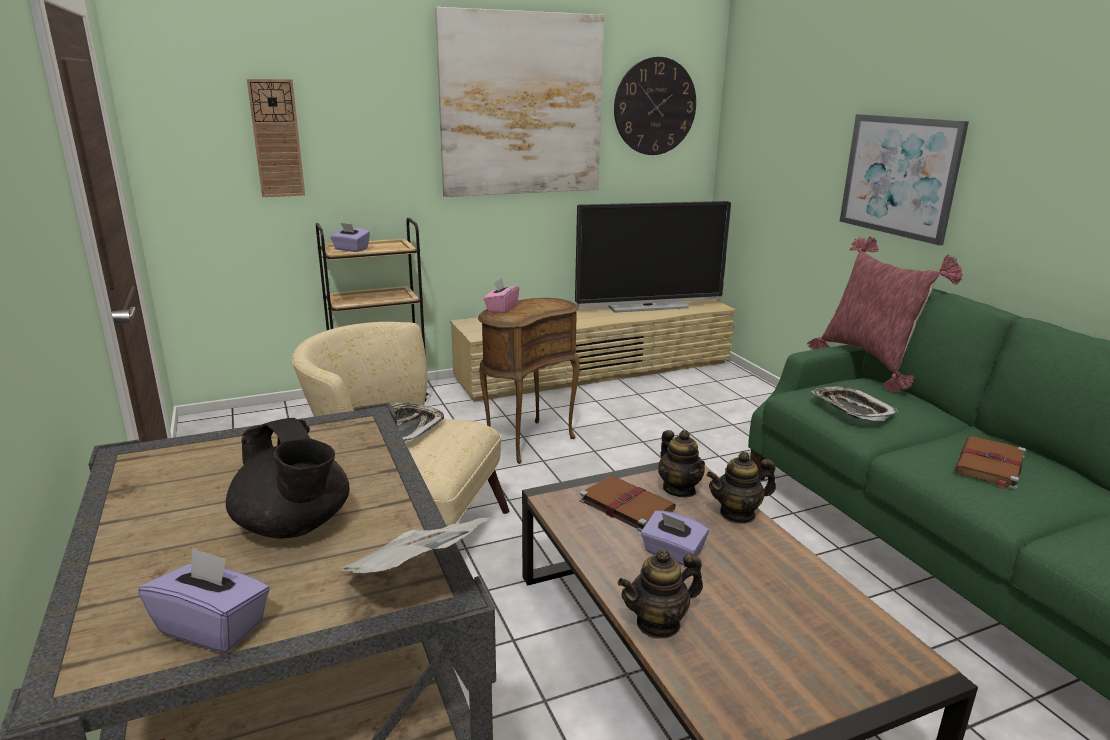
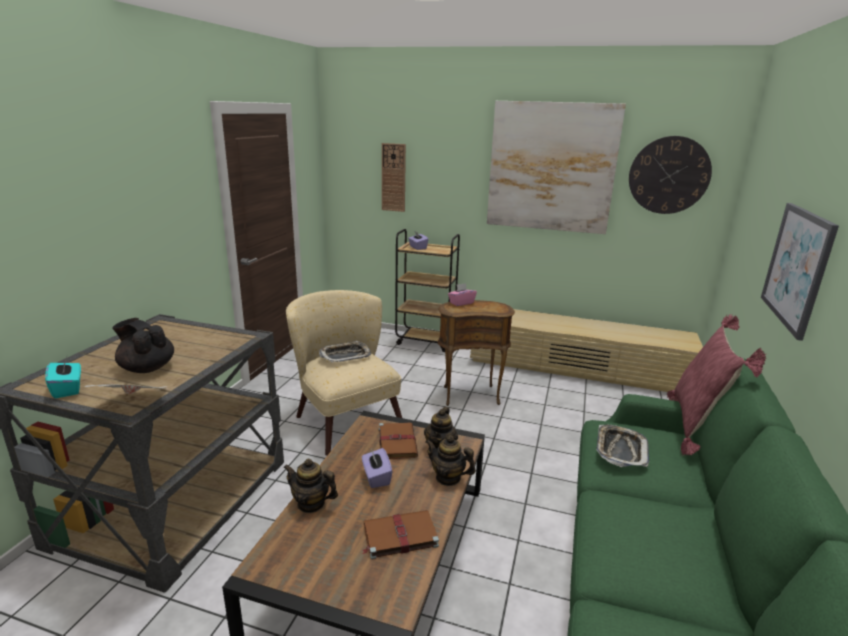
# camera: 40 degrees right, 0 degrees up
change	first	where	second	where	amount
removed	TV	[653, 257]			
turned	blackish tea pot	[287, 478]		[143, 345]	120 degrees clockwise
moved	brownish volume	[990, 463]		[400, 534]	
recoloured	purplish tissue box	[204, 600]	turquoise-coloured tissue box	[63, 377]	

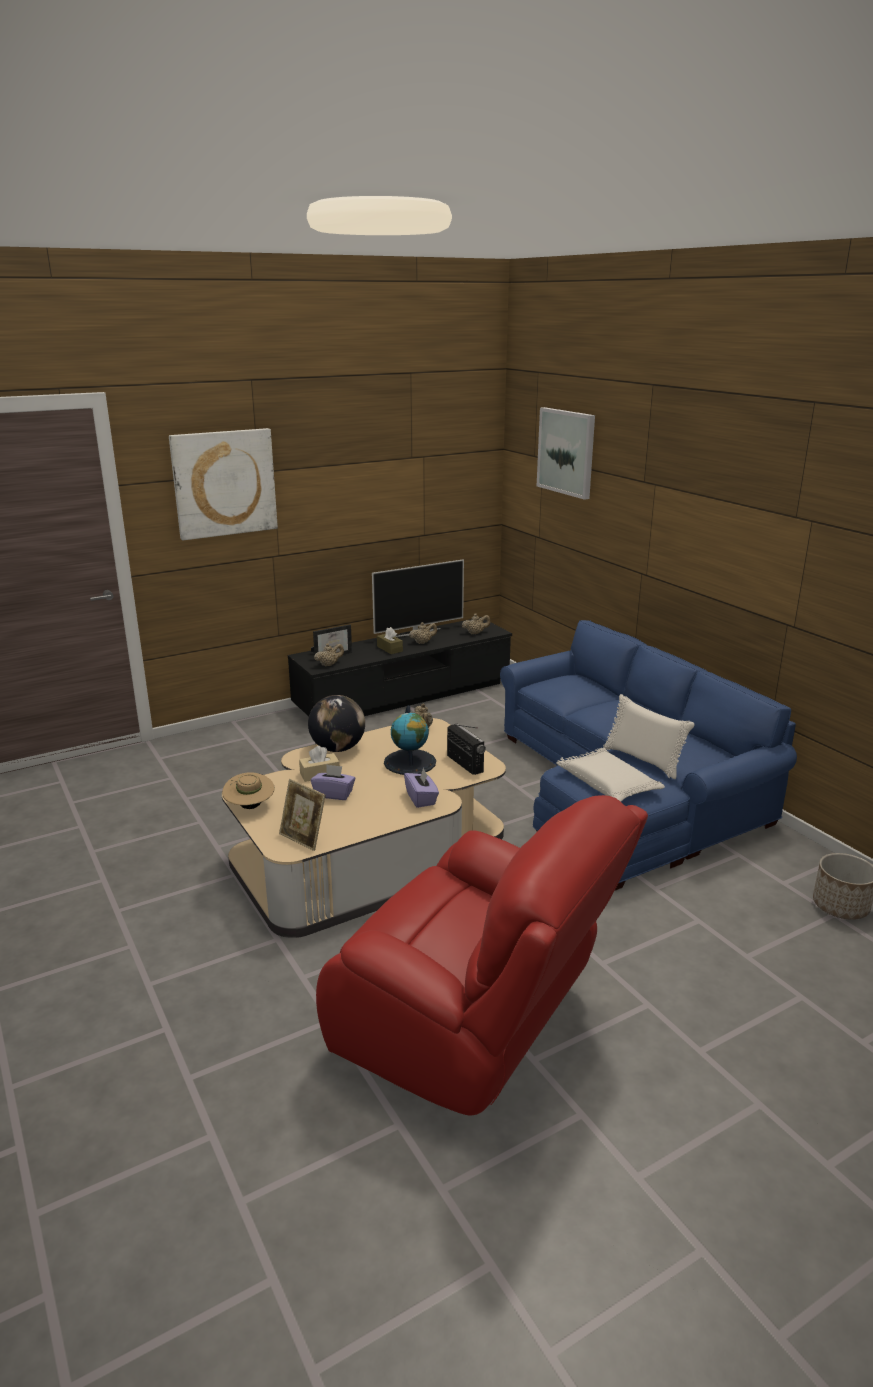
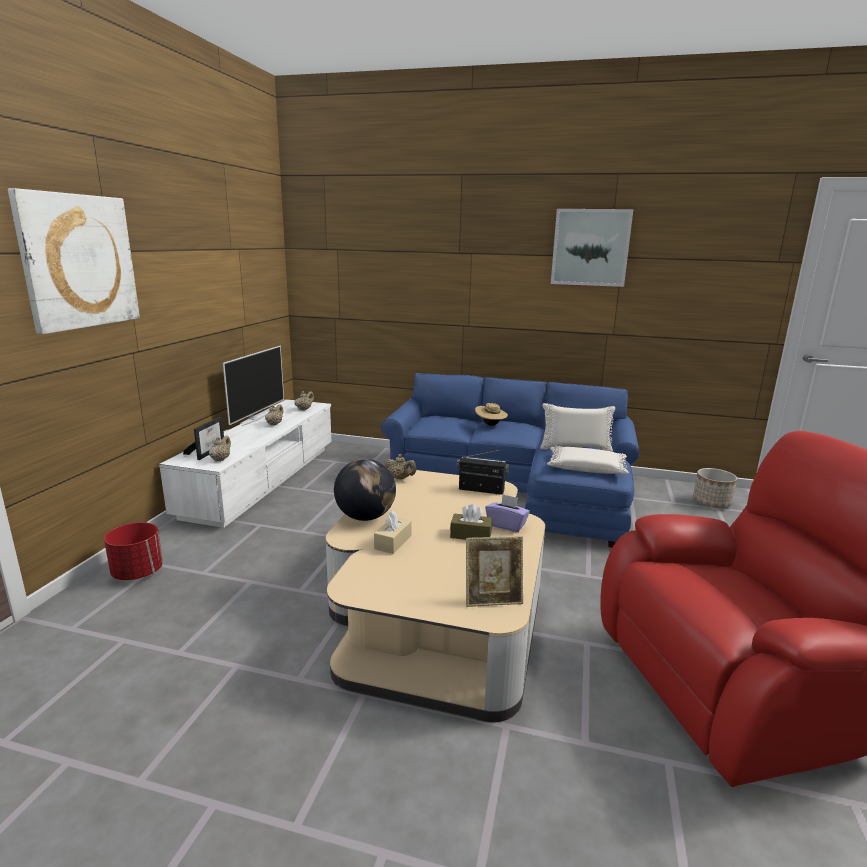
# camera: 45 degrees left, 5 degrees down
change	first	where	second	where	amount
moved	picture	[566, 453]		[592, 248]	
recoloured	blackish tv stand	[400, 666]	white-coloured tv stand	[245, 463]	
moved	brownish tissue box	[390, 640]		[471, 522]	
removed	desk globe	[410, 740]			
removed	purplish tissue box	[333, 782]			
moved	beige-coloured wearable hat	[248, 790]		[491, 414]	
added			reddish planter	[133, 551]	

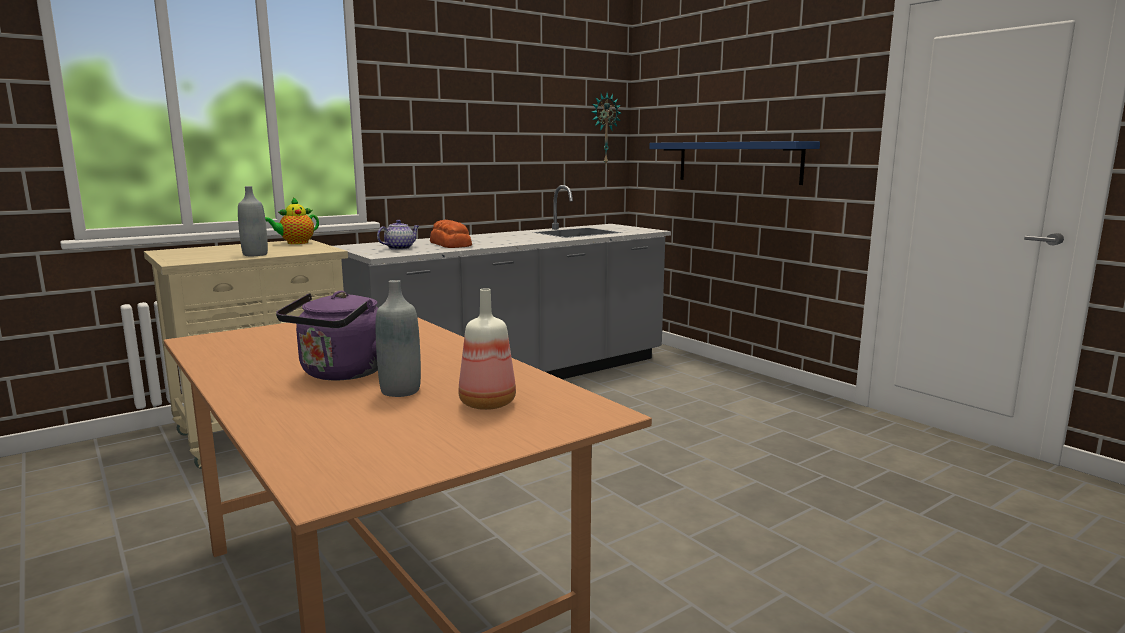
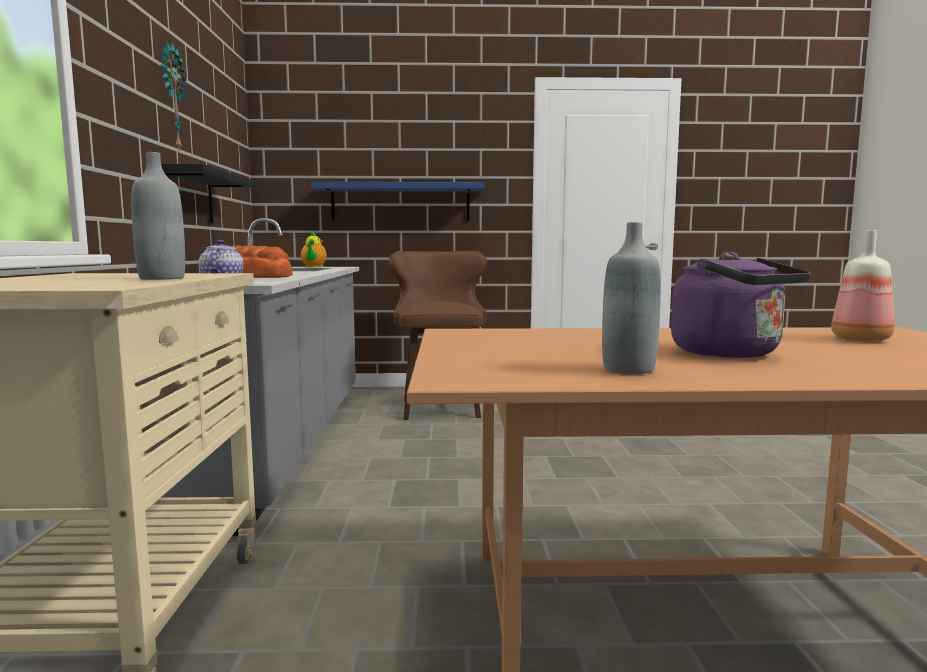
# camera: 55 degrees left, 5 degrees down
change	first	where	second	where	amount
moved	hanging clock	[606, 128]		[173, 95]	
moved	tea pot	[292, 220]		[314, 248]	
moved	grey beverage bottle	[398, 338]		[631, 298]	
added			blackish shelf	[208, 193]	
added			brownish stool	[438, 335]	

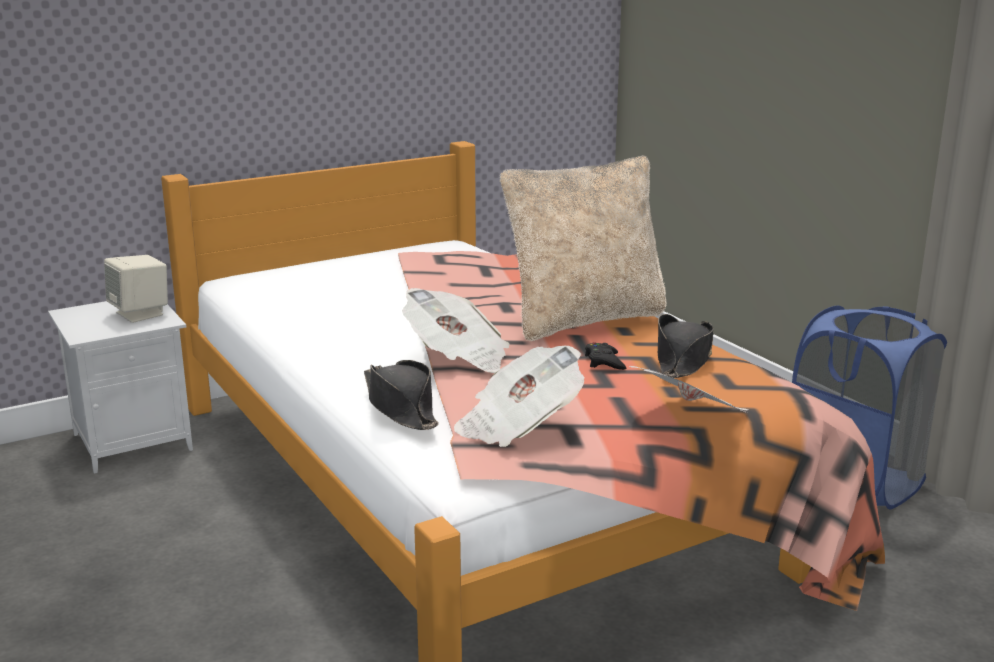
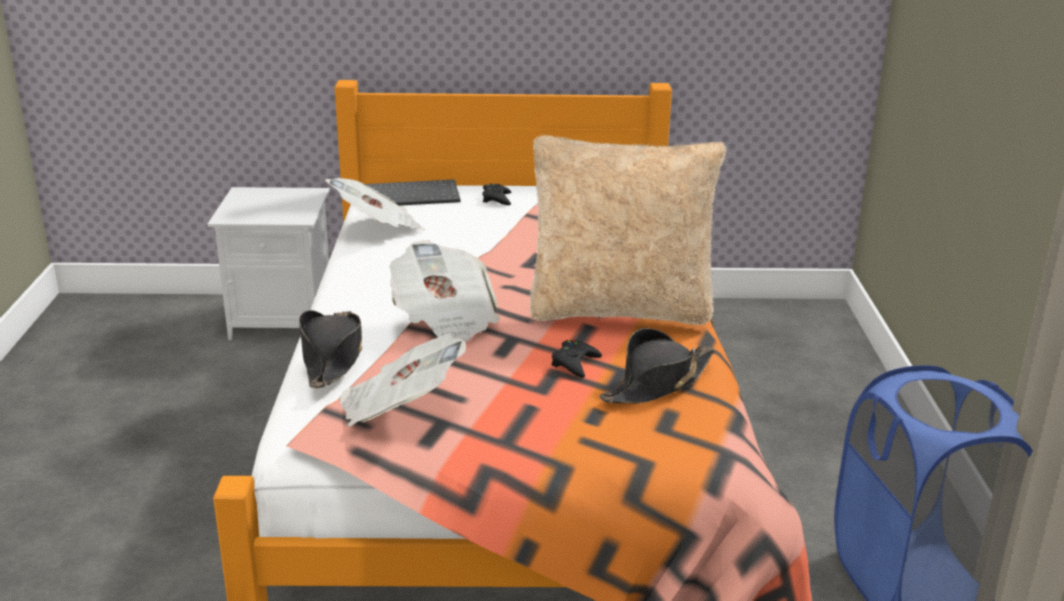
# camera: 30 degrees right, 5 degrees up
change	first	where	second	where	amount
removed	beige-coloured audio speaker	[136, 289]			
moved	daily paper	[689, 389]		[375, 204]	
added			keyboard	[412, 192]	
added			blackish game controller	[496, 194]	

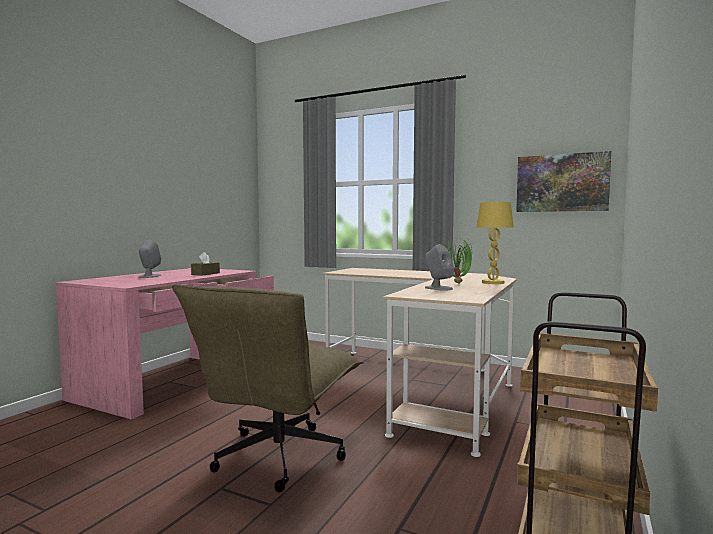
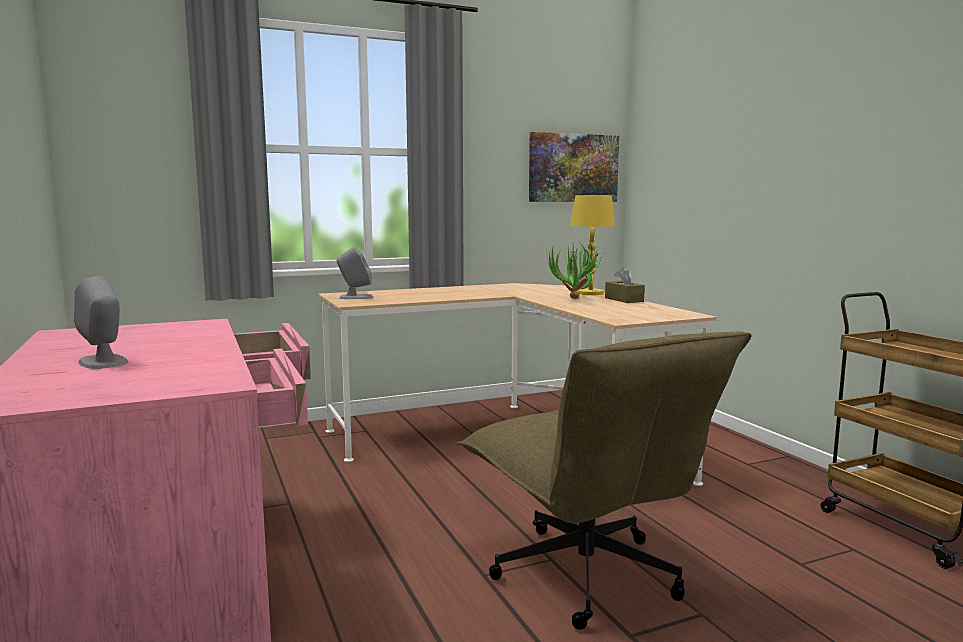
# camera: 50 degrees left, 5 degrees up
change	first	where	second	where	amount
moved	grey audio speaker	[439, 267]		[355, 273]	
moved	brownish tissue box	[205, 264]		[625, 285]	

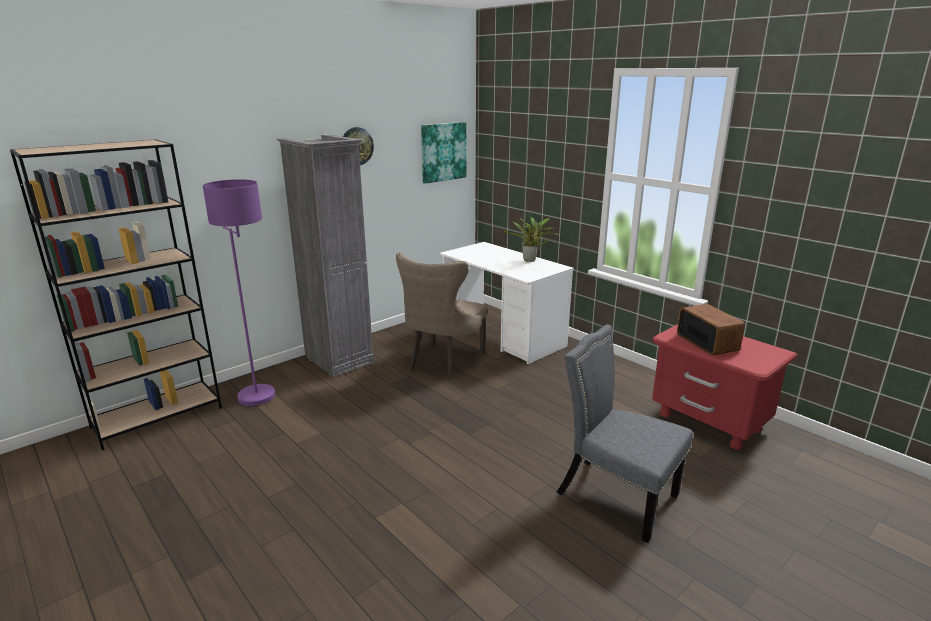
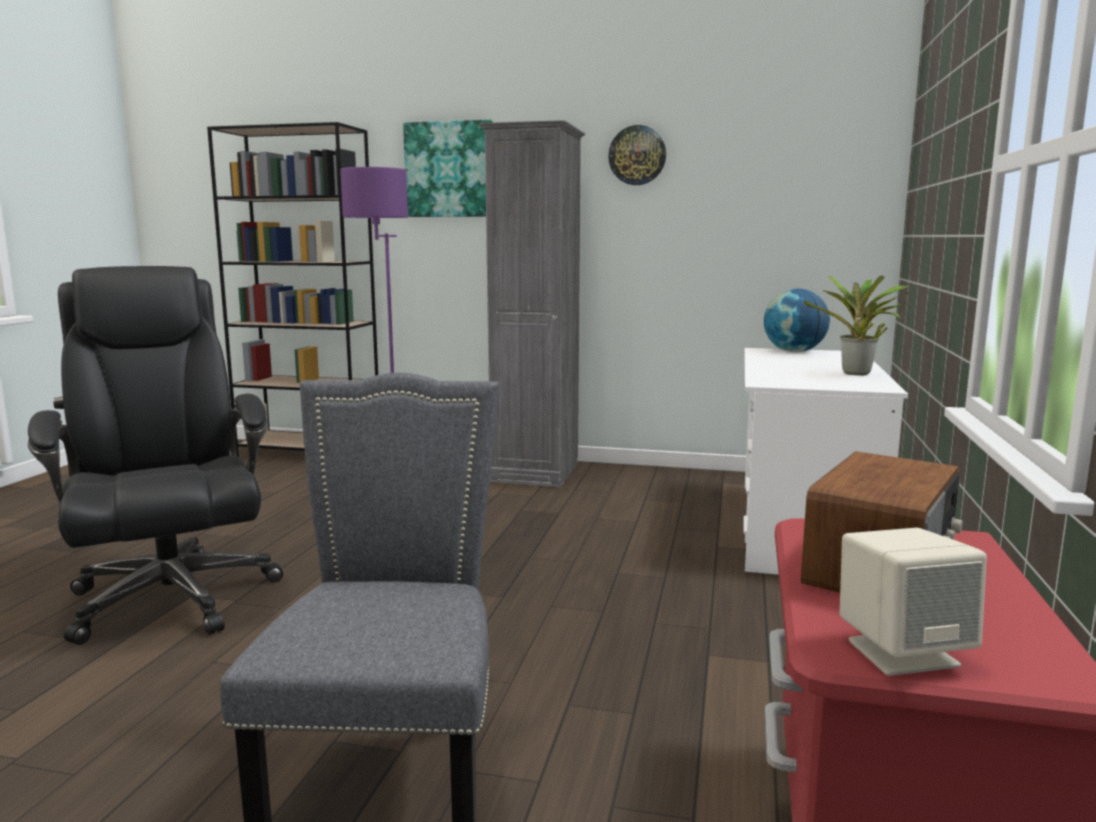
# camera: 55 degrees right, 10 degrees down
change	first	where	second	where	amount
moved	picture	[443, 153]		[448, 168]	
removed	beige-coloured plain chair	[441, 316]			
added			blackish computer chair	[155, 455]	
added			desk globe	[797, 320]	
added			beige-coloured audio speaker	[913, 602]	

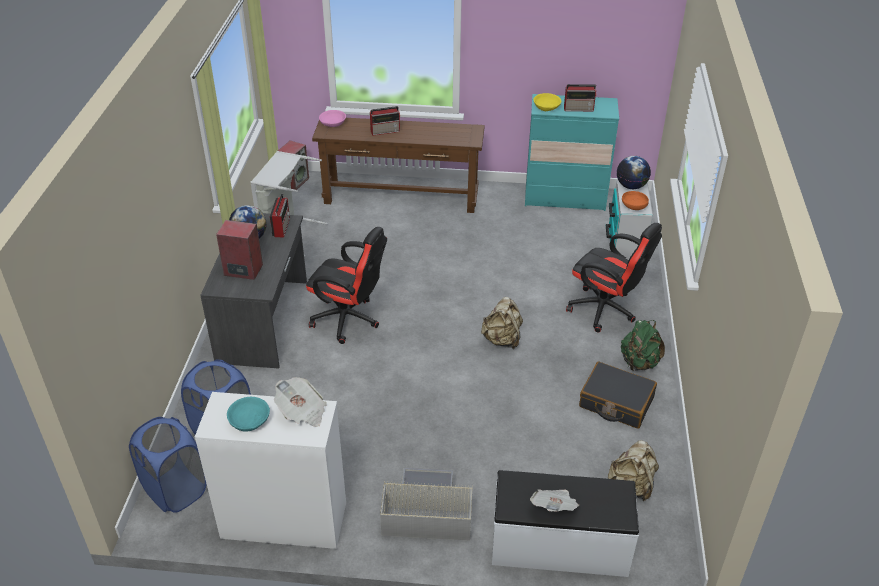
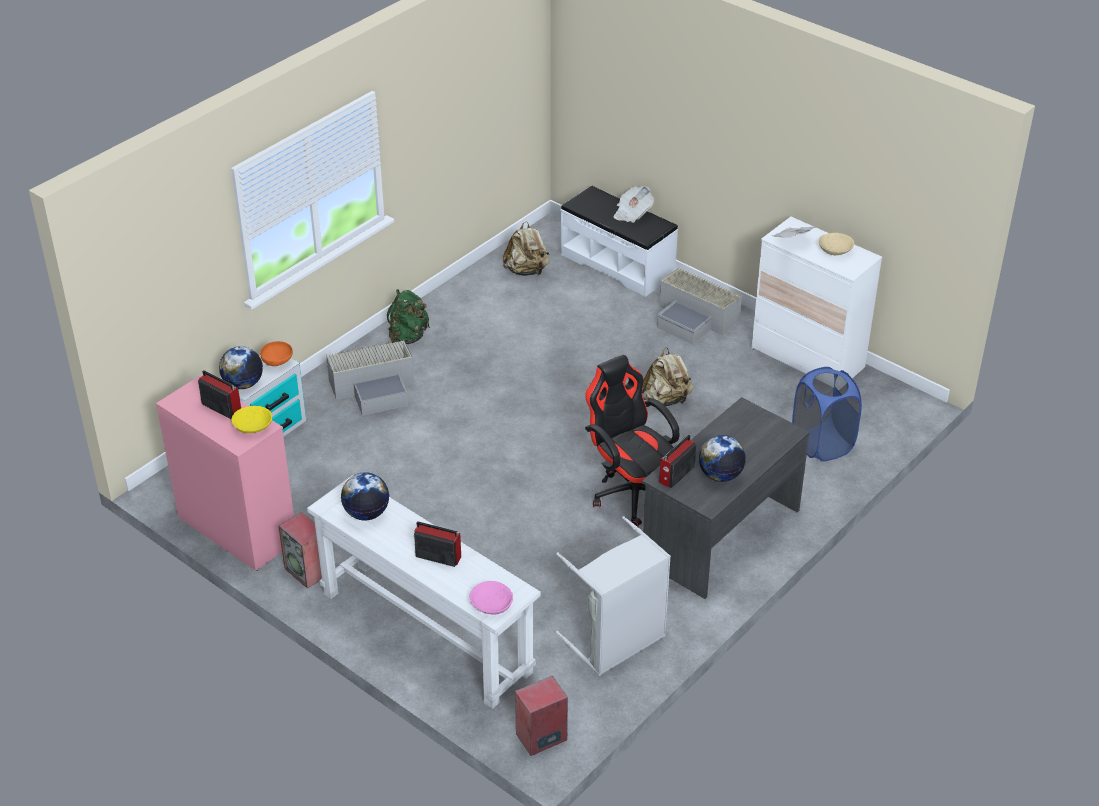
# camera: 145 degrees left, 0 degrees up
change	first	where	second	where	amount
recoloured	turquoise-coloured chest of drawers	[572, 152]	pink chest of drawers	[225, 473]	
recoloured	brownish hall table	[398, 165]	white-coloured hall table	[424, 592]	
moved	audio speaker	[239, 250]		[300, 550]	
replaced	blackish computer chair	[614, 277]	grey storage container	[370, 377]	
moved	beige-coloured backpack	[502, 323]		[667, 377]	
removed	blackish piece of luggage	[618, 395]			
recoloured	turquoise-coloured bowl	[248, 414]	beige-coloured bowl	[836, 244]	
removed	blue-coloured laundry basket	[168, 465]			
added			desk globe	[365, 496]	

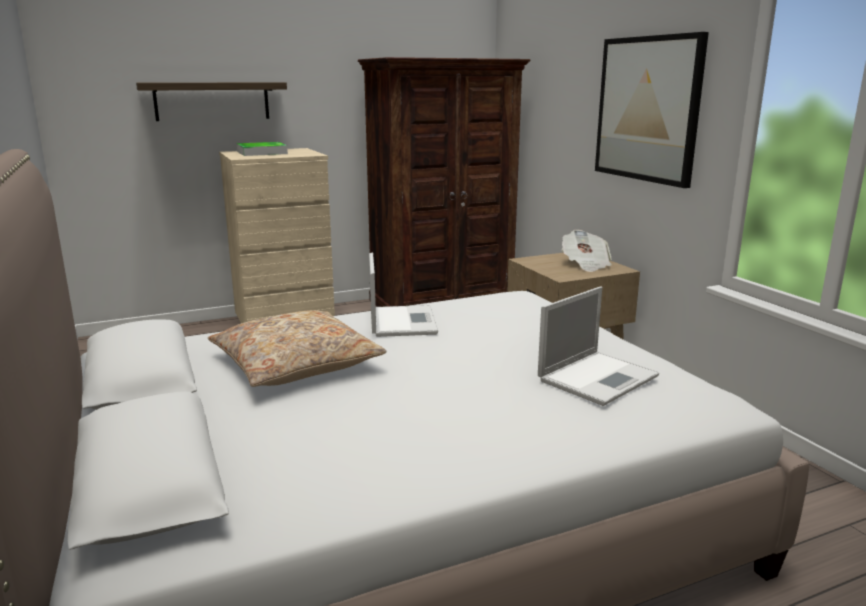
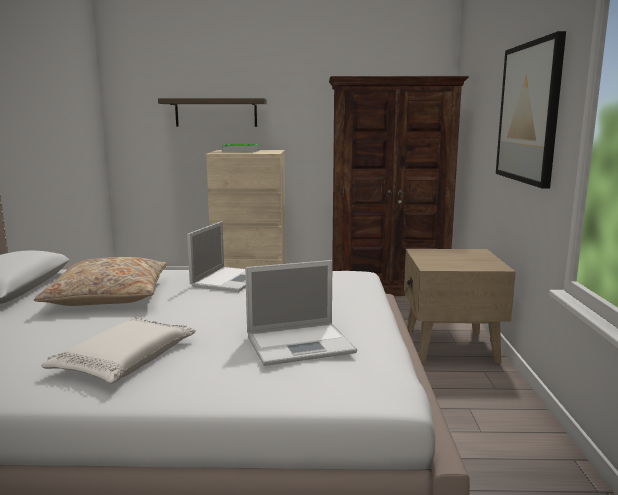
# camera: 25 degrees right, 5 degrees down
change	first	where	second	where	amount
removed	daily paper	[587, 251]			
added			white-coloured cushion	[118, 350]	

